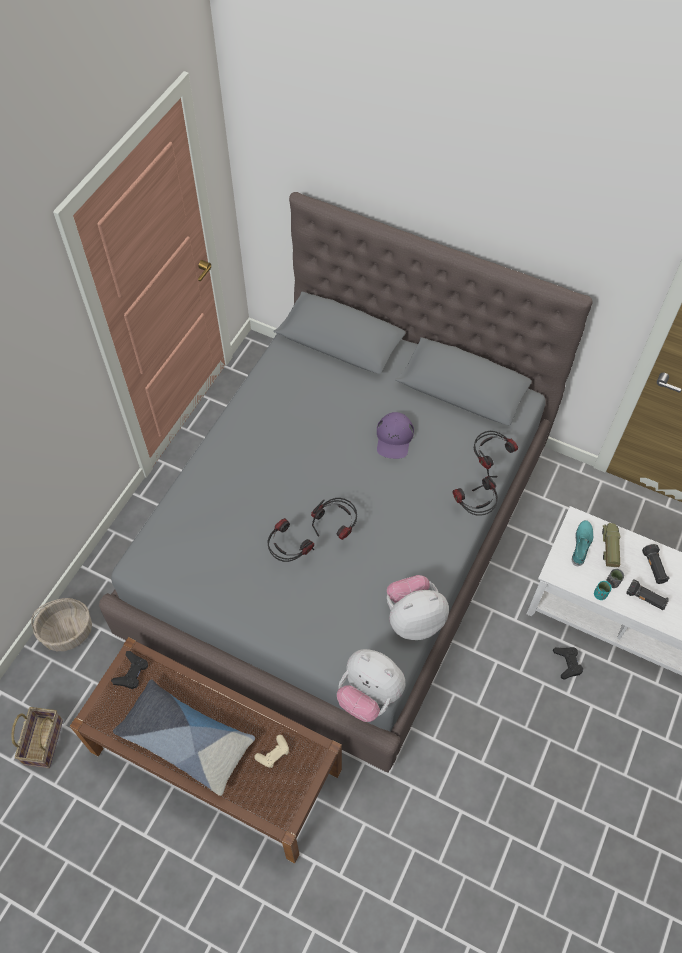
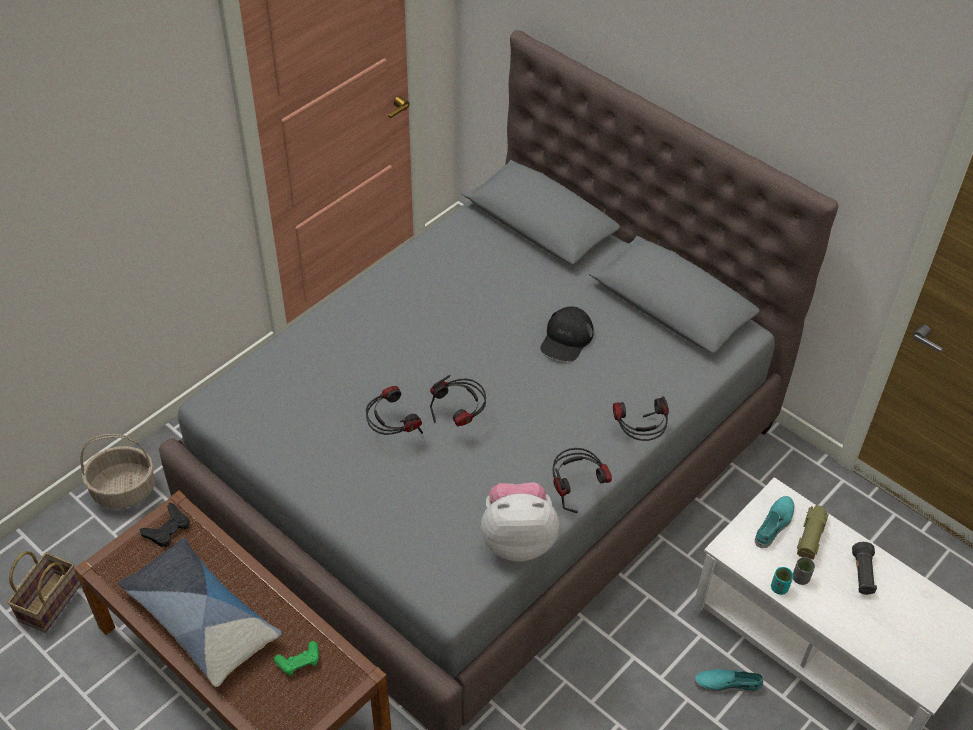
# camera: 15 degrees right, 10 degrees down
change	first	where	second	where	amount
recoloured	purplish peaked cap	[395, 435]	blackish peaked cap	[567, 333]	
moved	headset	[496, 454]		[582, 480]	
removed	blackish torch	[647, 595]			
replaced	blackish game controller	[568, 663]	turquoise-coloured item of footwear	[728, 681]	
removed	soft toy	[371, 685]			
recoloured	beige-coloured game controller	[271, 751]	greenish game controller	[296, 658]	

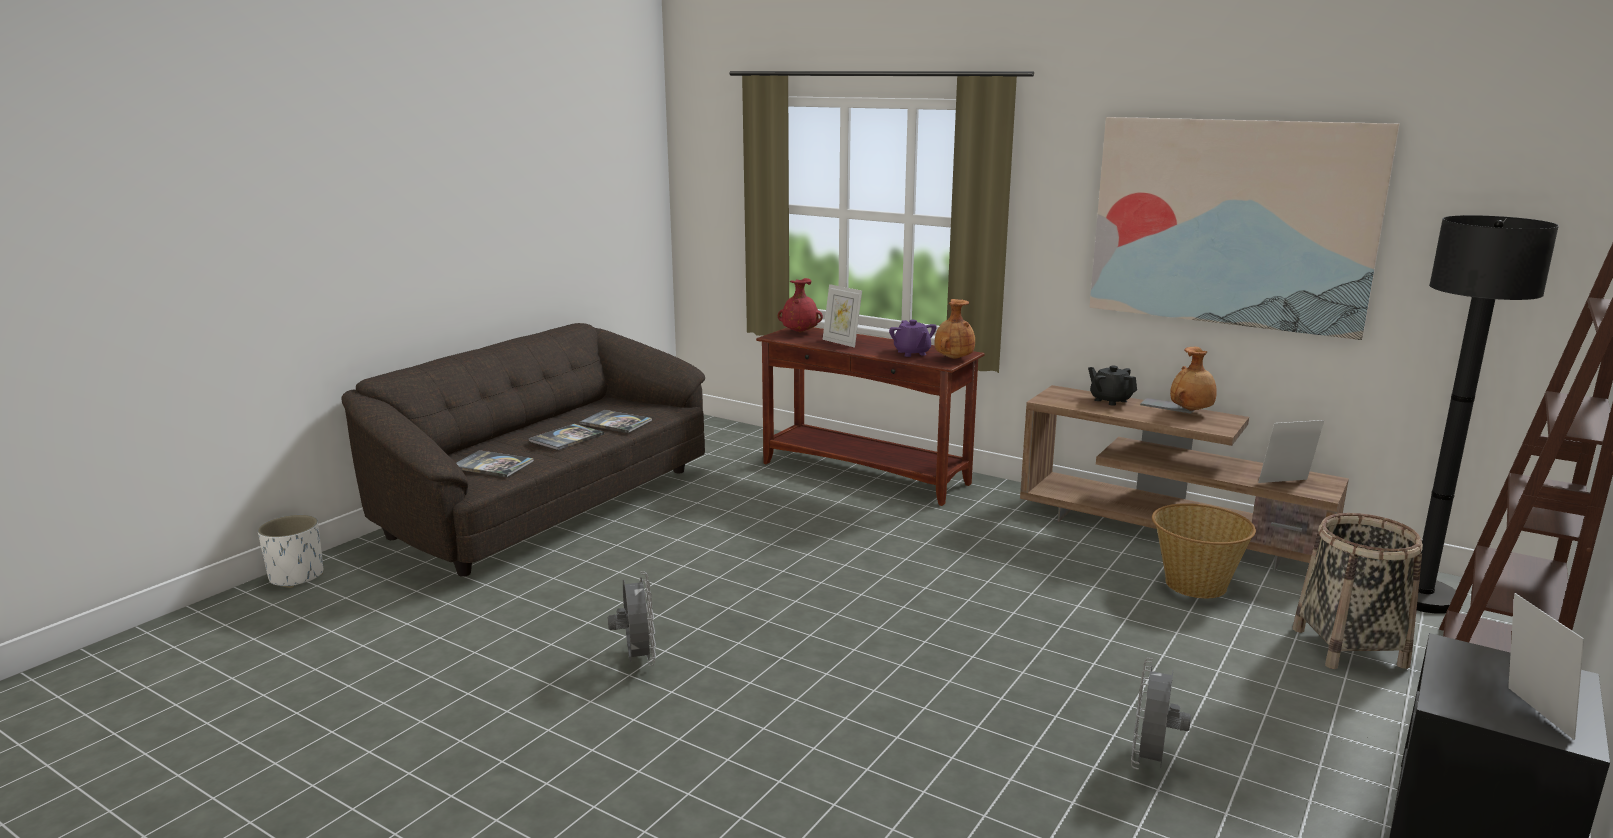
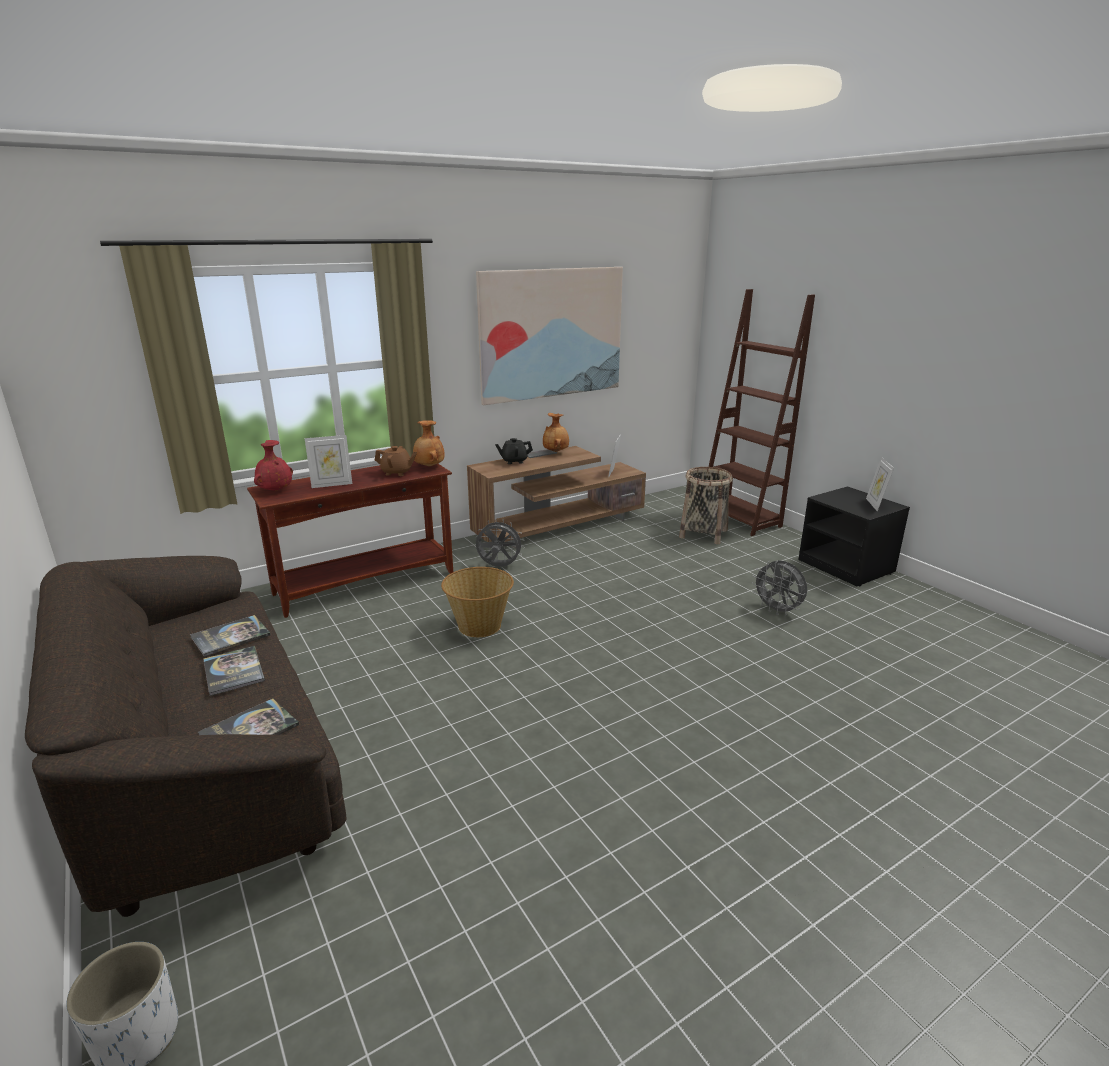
# camera: 65 degrees left, 5 degrees up
change	first	where	second	where	amount
removed	blackish floor lamp	[1488, 414]			
recoloured	purplish tea pot	[913, 338]	brownish tea pot	[396, 461]	
moved	household basket	[1204, 550]		[477, 602]	
moved	grey fan	[632, 618]		[500, 543]	
turned	photo frame	[1546, 666]		[880, 484]	105 degrees counterclockwise

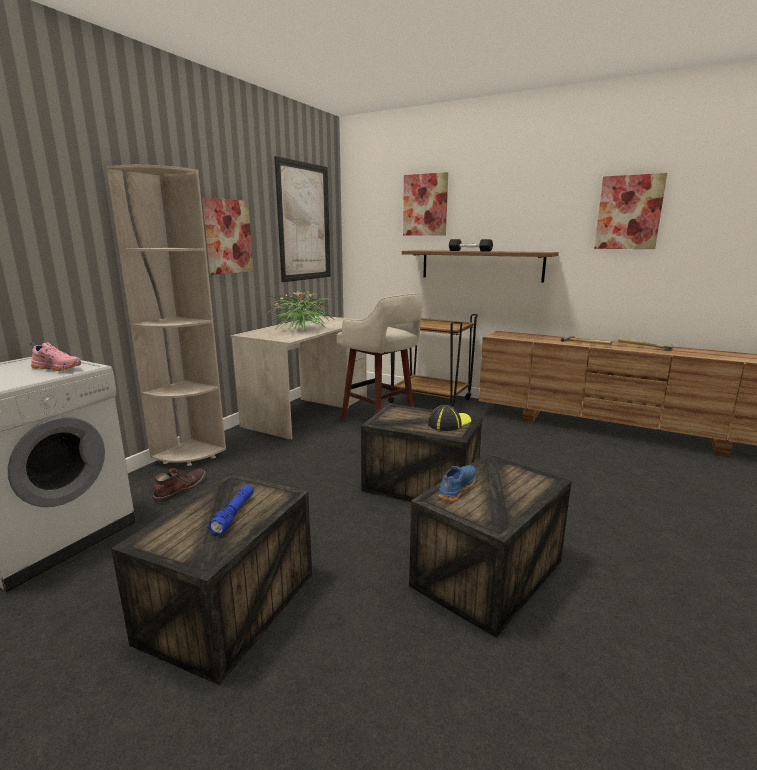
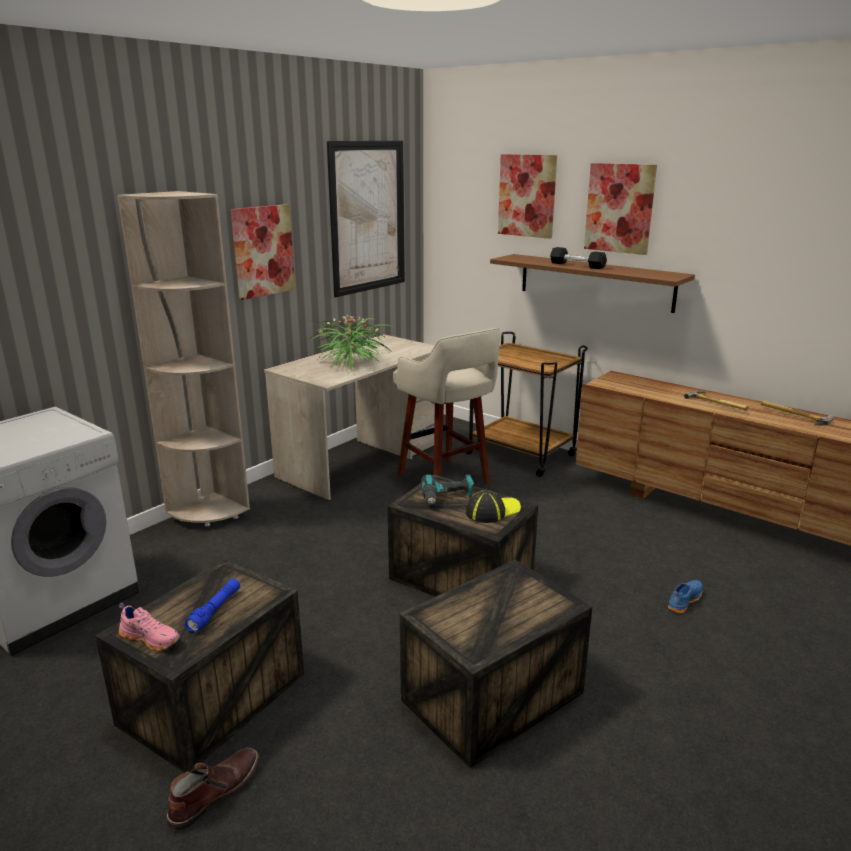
# camera: 10 degrees right, 5 degrees up
change	first	where	second	where	amount
moved	picture	[630, 211]		[620, 209]	
moved	pink item of footwear	[55, 357]		[149, 627]	
moved	blue-coloured item of footwear	[457, 483]		[685, 596]	
moved	brownish boot	[179, 485]		[213, 789]	
added			electric drill	[447, 489]	

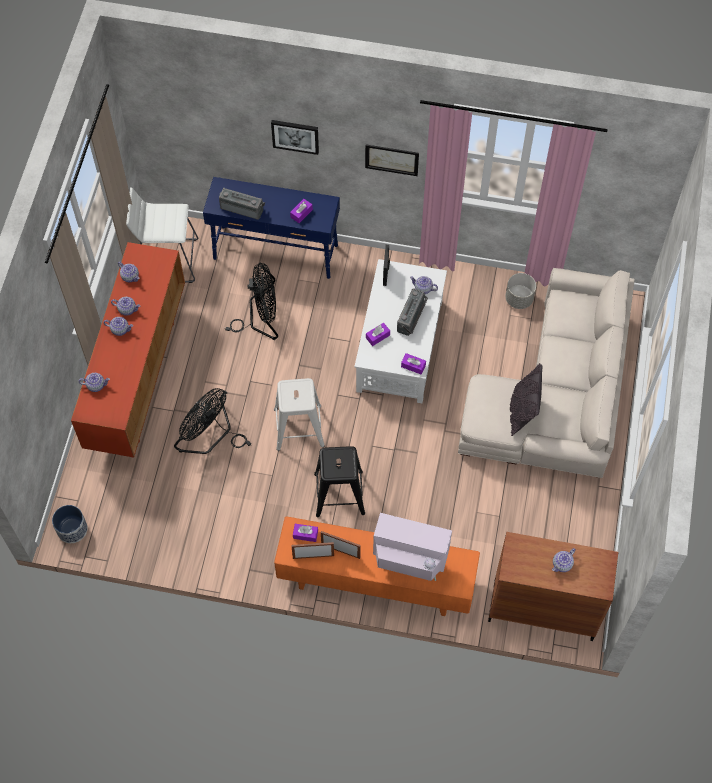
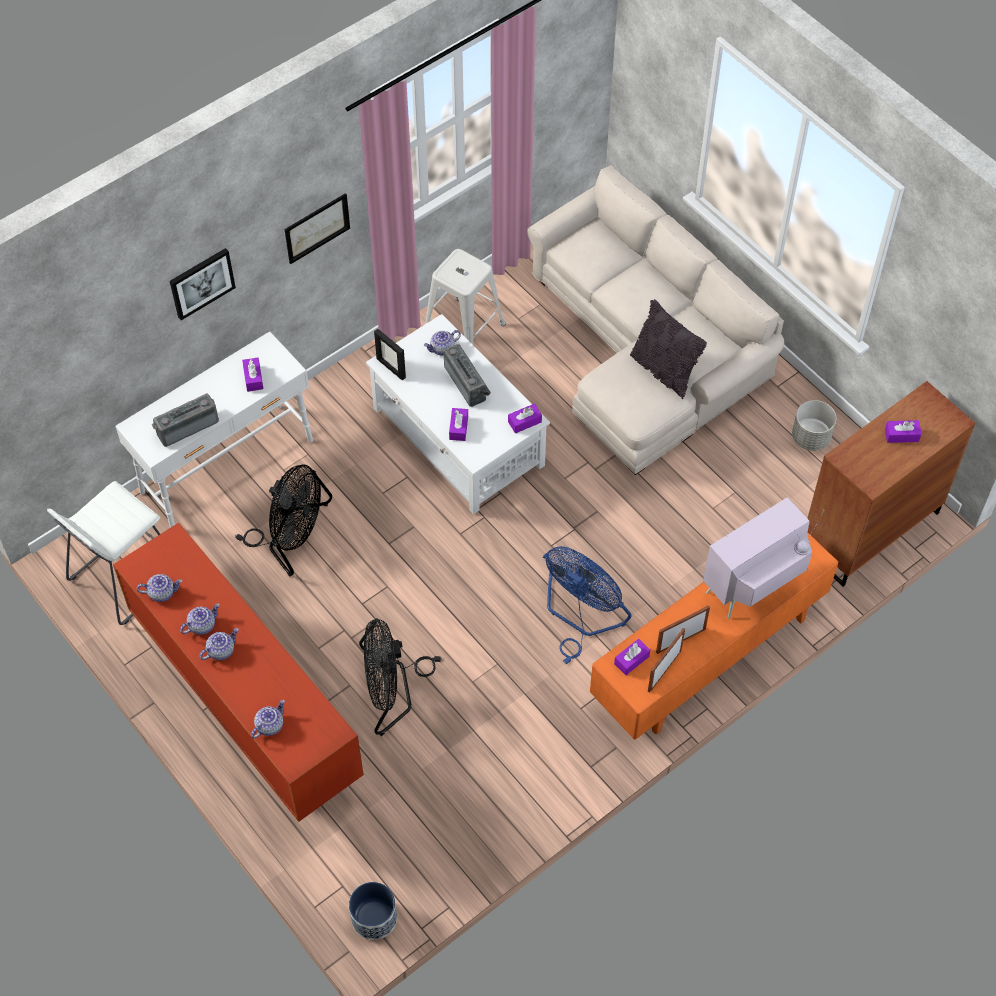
# camera: 50 degrees left, 5 degrees down
change	first	where	second	where	amount
recoloured	blue-coloured hall table	[271, 228]	white-coloured hall table	[214, 429]	
turned	blackish fan	[252, 301]		[284, 520]	75 degrees clockwise
moved	grey planter	[521, 291]		[814, 425]	
moved	white-coloured stool	[299, 414]		[465, 297]	
replaced	blackish stool	[339, 481]	blue-coloured fan	[587, 605]	
replaced	tea pot	[564, 560]	purplish tissue box	[903, 431]	

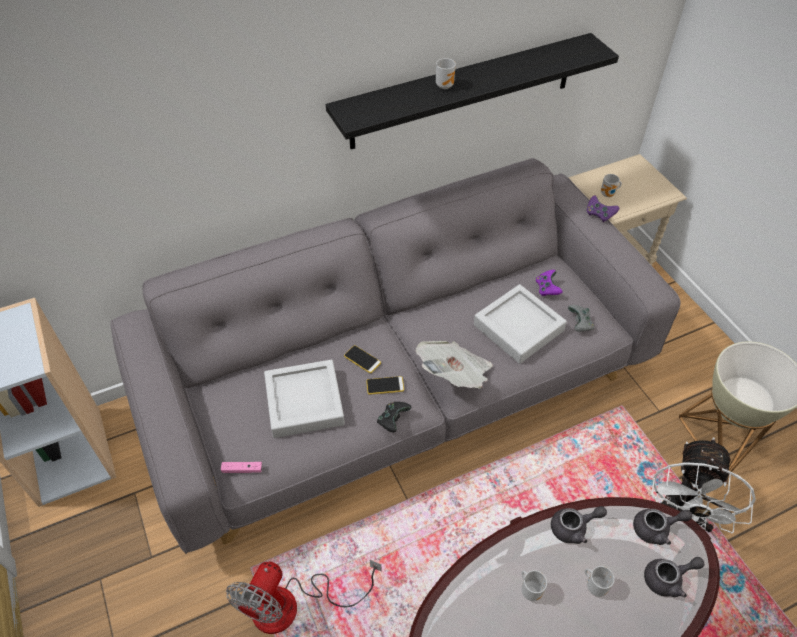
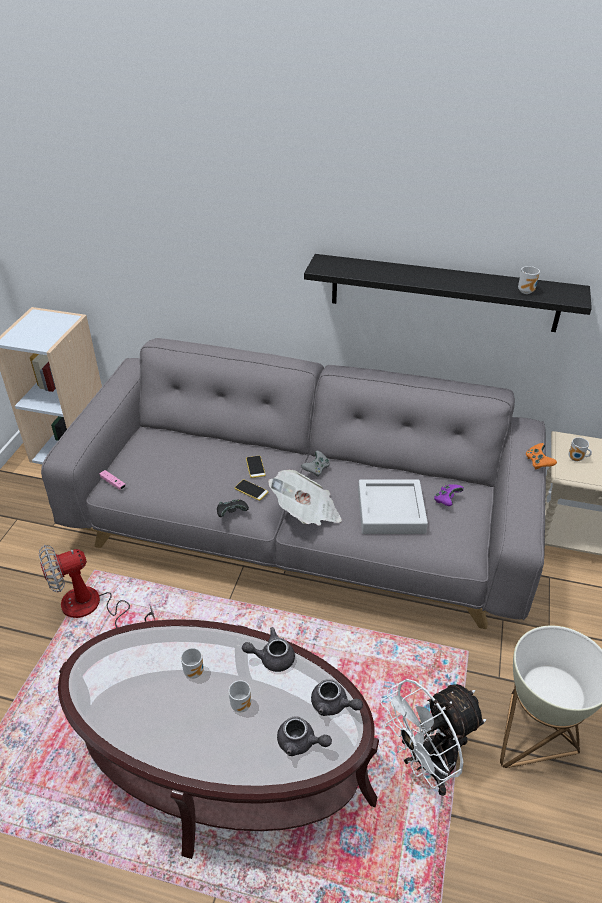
# camera: 40 degrees right, 10 degrees down
change	first	where	second	where	amount
moved	tea mug	[446, 73]		[529, 280]	
recoloured	purplish game controller	[603, 208]	orangey game controller	[541, 456]	
moved	grey game controller	[581, 318]		[315, 464]	
removed	grey tray	[304, 399]			
turned	grey tea pot	[579, 525]		[268, 649]	150 degrees clockwise

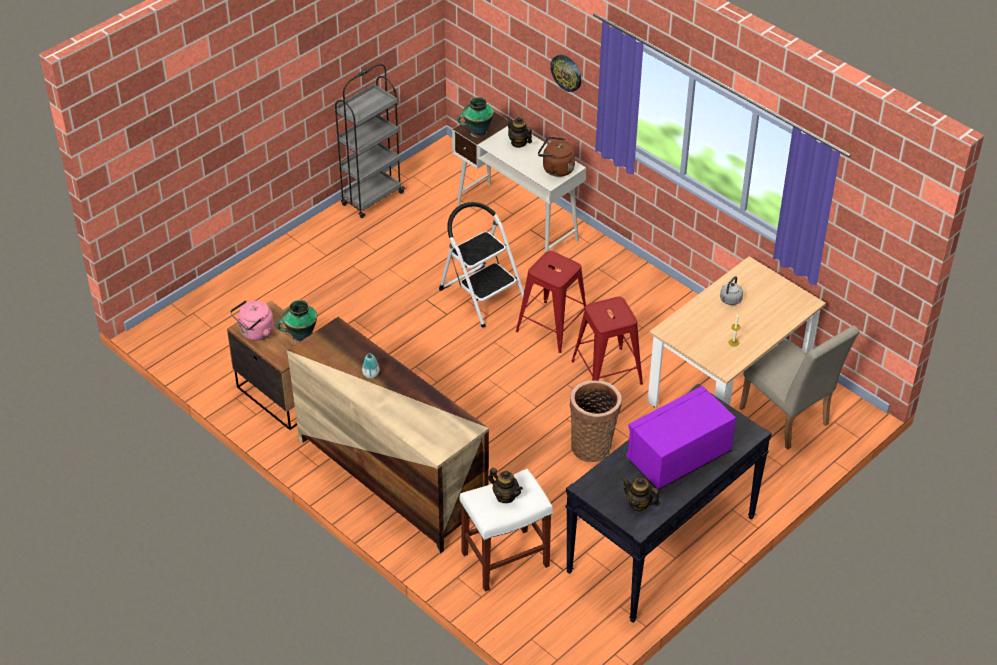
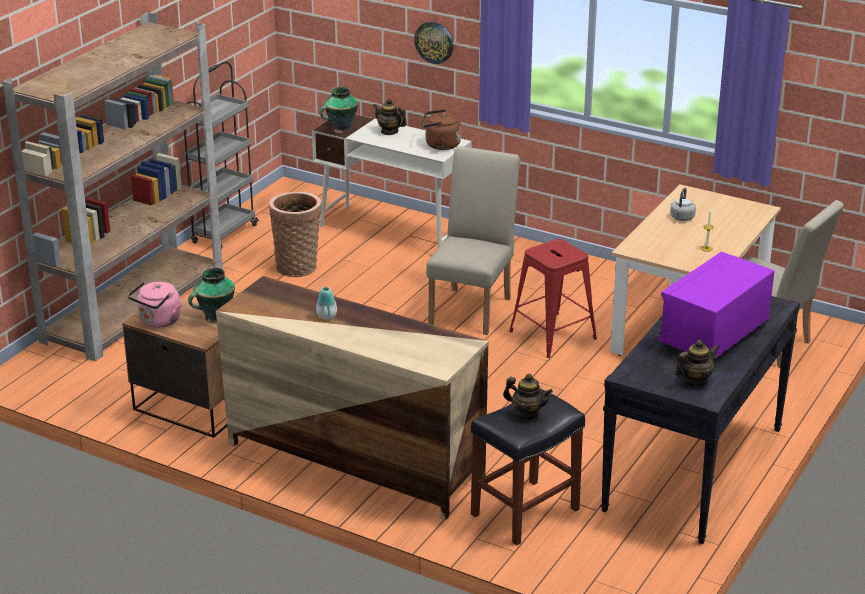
# camera: 15 degrees left, 15 degrees down
change	first	where	second	where	amount
removed	step stool	[483, 264]			
replaced	reddish stool	[552, 302]	beige-coloured plain chair	[473, 240]	
moved	household basket	[596, 421]		[295, 234]	
recoloured	white-coloured stool	[506, 530]	blackish stool	[528, 467]	
turned	tea pot	[640, 494]		[697, 363]	135 degrees clockwise
added			brownish bookshelf	[113, 186]	

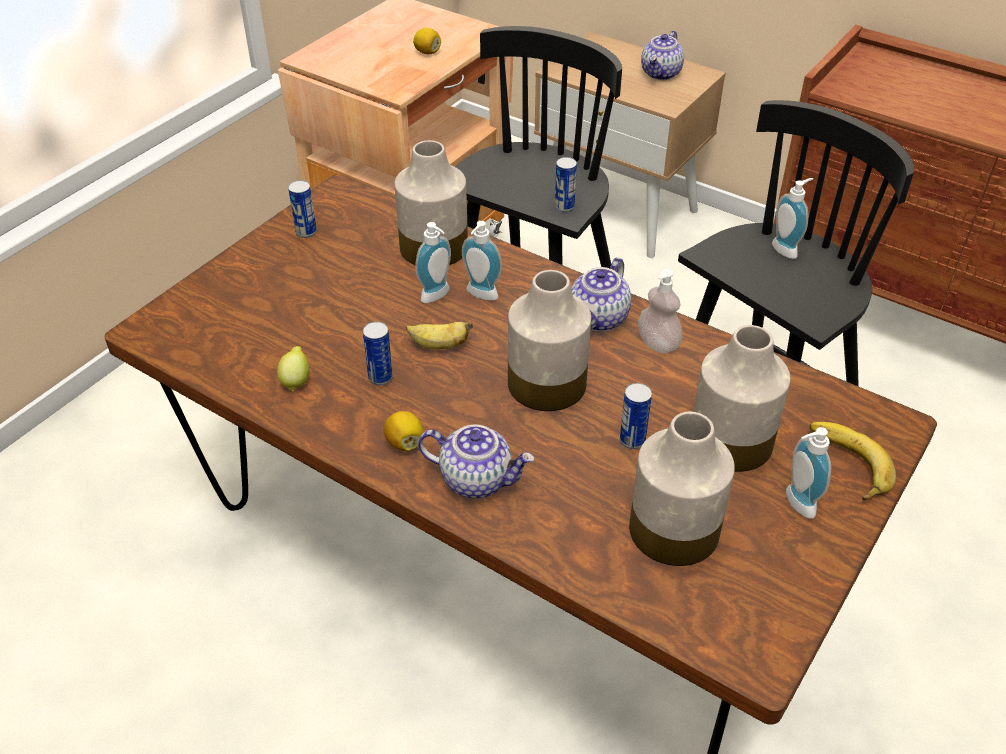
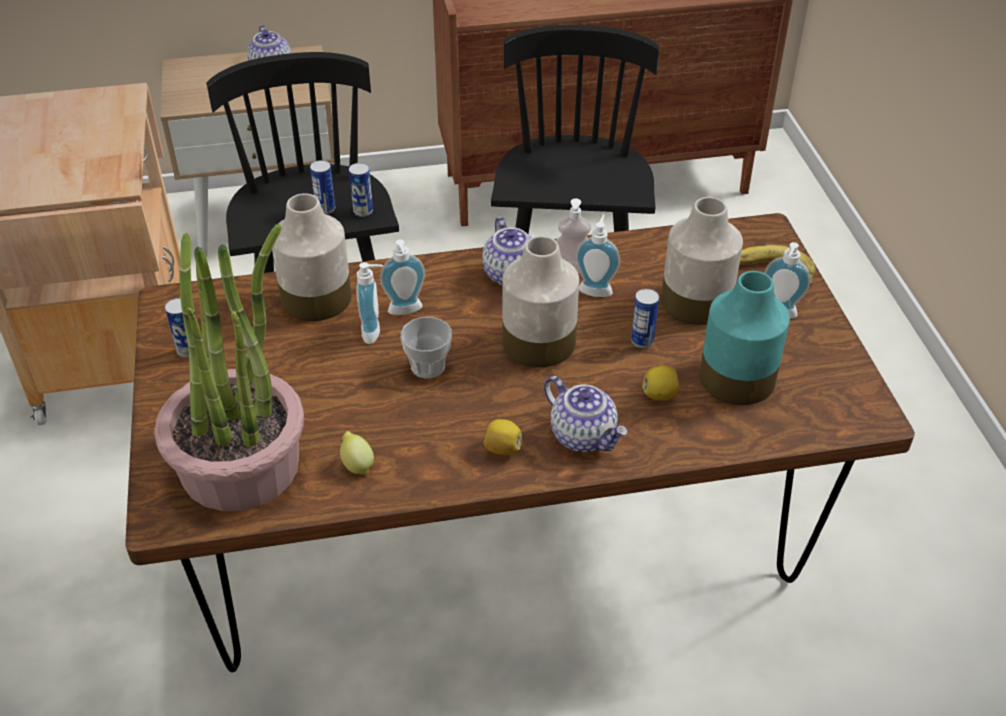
# camera: 45 degrees left, 0 degrees up
change	first	where	second	where	amount
moved	lemon	[427, 41]		[660, 383]	
moved	liquid soap bottle	[792, 218]		[597, 255]	
moved	can	[378, 353]		[322, 187]	
replaced	banana	[439, 335]	small cup	[426, 347]	
recoloured	beige-coloured decorative vase	[682, 489]	turquoise-coloured decorative vase	[744, 338]	
turned	tea pot	[476, 461]		[585, 414]	75 degrees clockwise
added			houseplant	[229, 367]	

